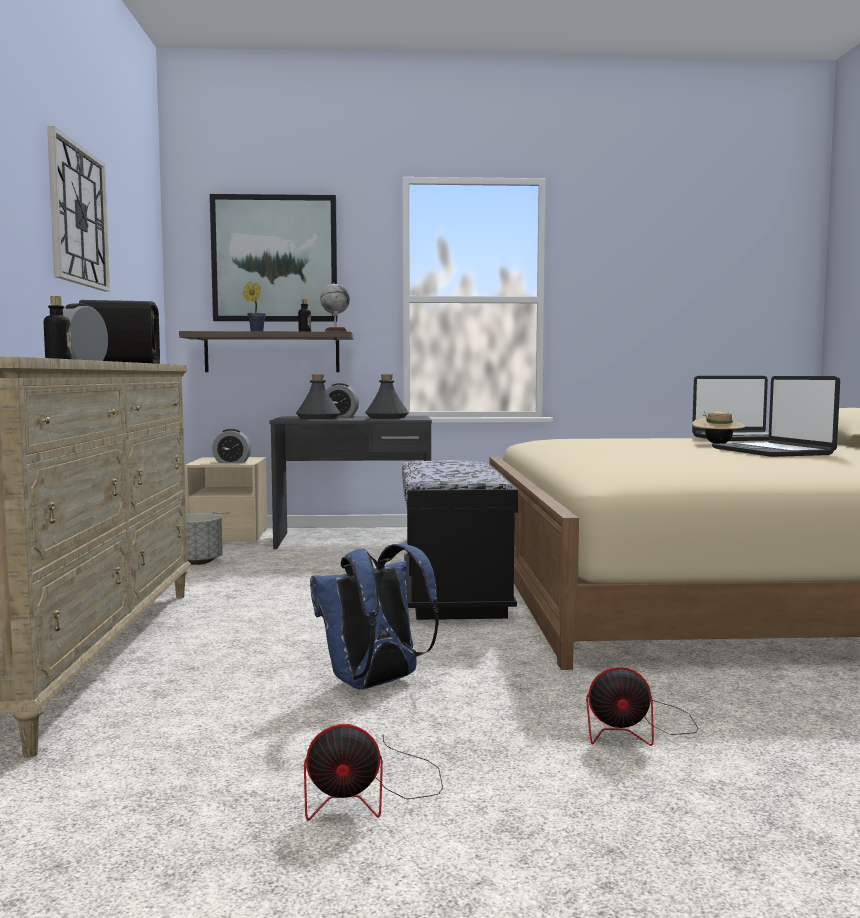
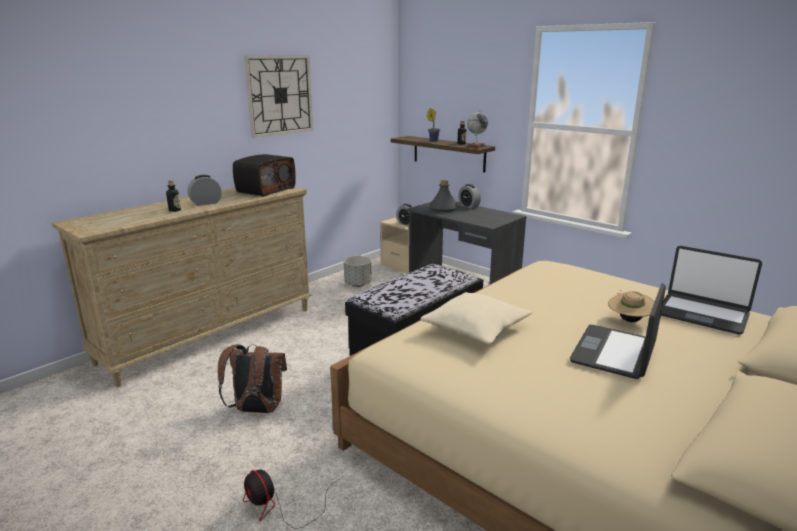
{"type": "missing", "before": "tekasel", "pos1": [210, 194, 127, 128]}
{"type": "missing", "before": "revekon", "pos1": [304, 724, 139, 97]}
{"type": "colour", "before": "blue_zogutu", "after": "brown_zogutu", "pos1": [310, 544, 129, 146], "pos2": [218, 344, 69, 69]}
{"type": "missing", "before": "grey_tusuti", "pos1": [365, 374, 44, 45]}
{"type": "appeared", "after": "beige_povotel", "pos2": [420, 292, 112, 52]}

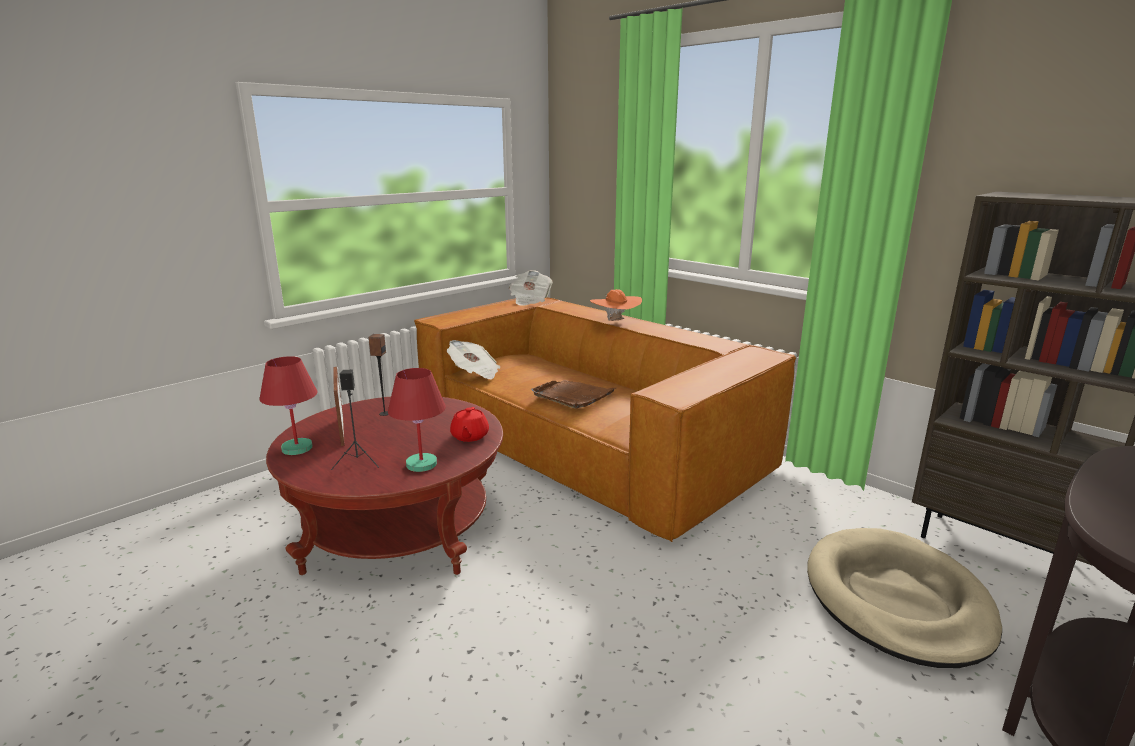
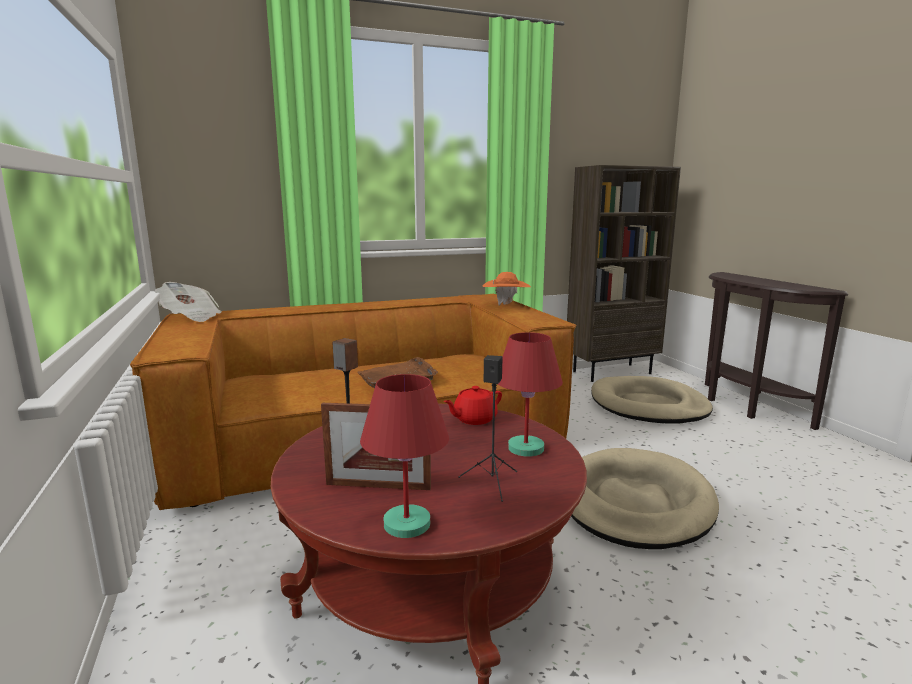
{"type": "missing", "before": "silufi", "pos1": [447, 340, 53, 39]}
{"type": "spun", "before": "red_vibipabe", "pos1": [450, 407, 39, 35], "pos2": [444, 386, 58, 39], "turn": 120}
{"type": "relocated", "before": "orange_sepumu", "pos1": [590, 289, 52, 32], "pos2": [482, 272, 49, 34]}
{"type": "appeared", "after": "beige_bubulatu", "pos2": [571, 448, 148, 101]}

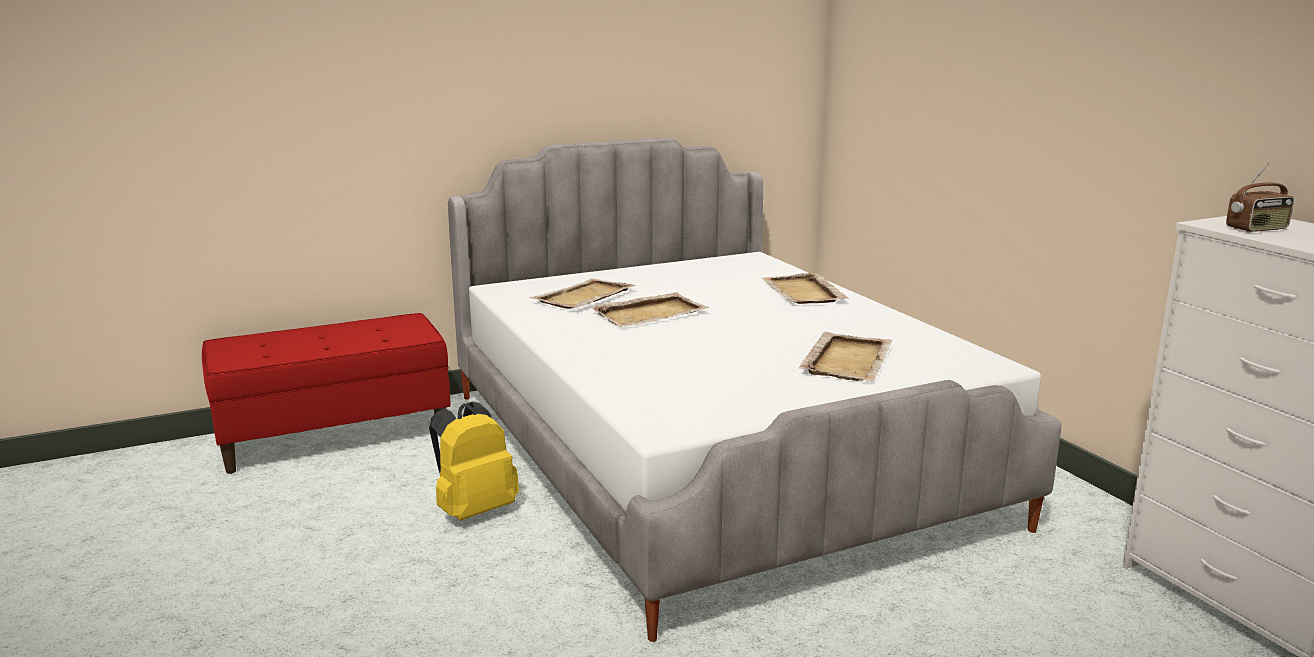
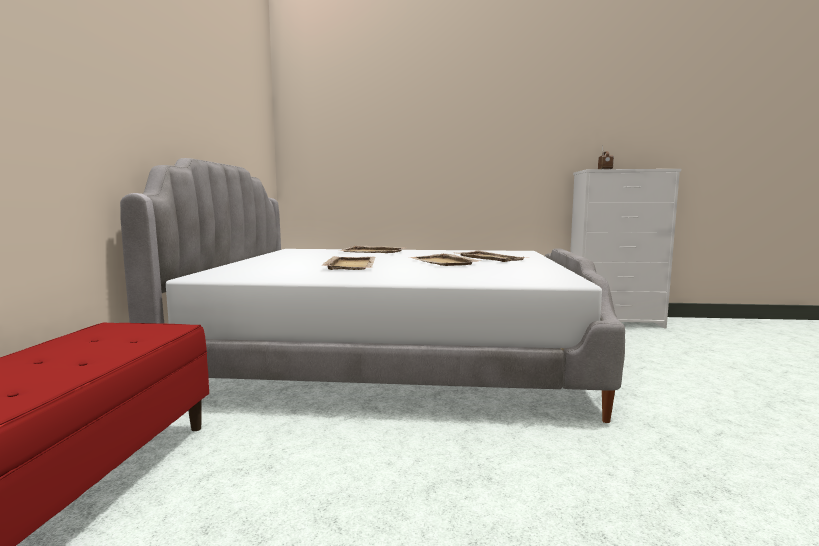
{"type": "missing", "before": "yellow_zogutu", "pos1": [429, 401, 90, 119]}
{"type": "relocated", "before": "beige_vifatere", "pos1": [530, 278, 106, 31], "pos2": [410, 254, 70, 12]}

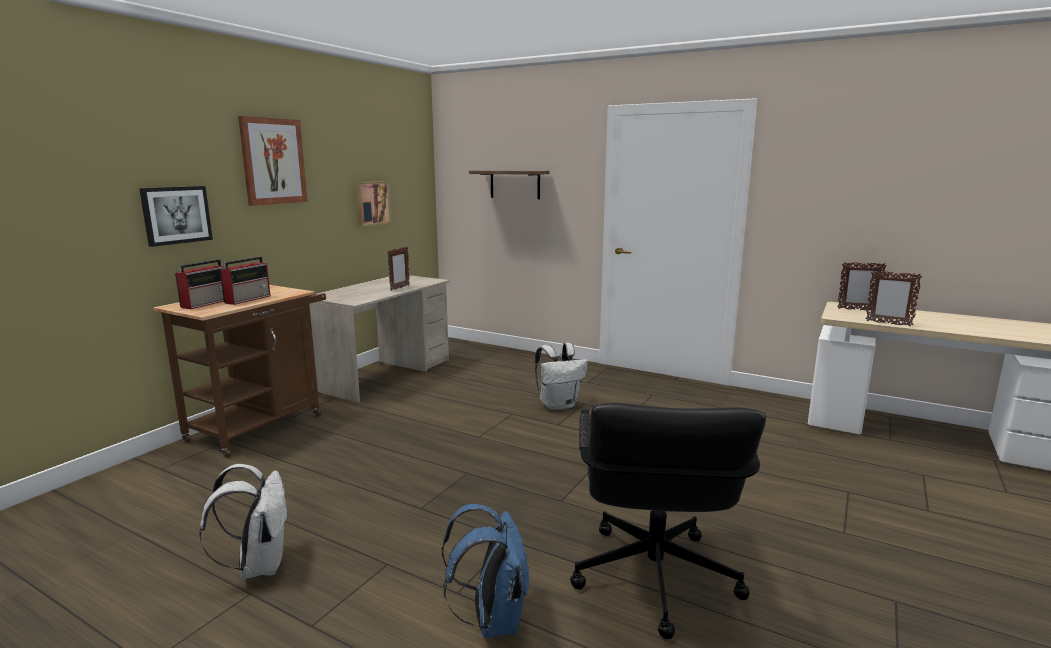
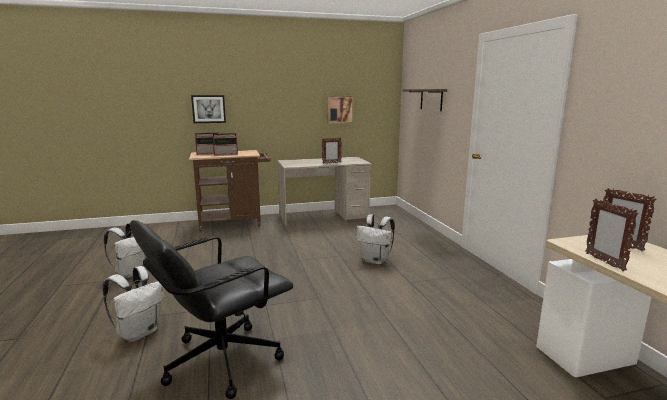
{"type": "missing", "before": "tekasel", "pos1": [238, 116, 70, 90]}
{"type": "colour", "before": "blue_zogutu", "after": "white_zogutu", "pos1": [442, 504, 87, 134], "pos2": [102, 266, 63, 76]}

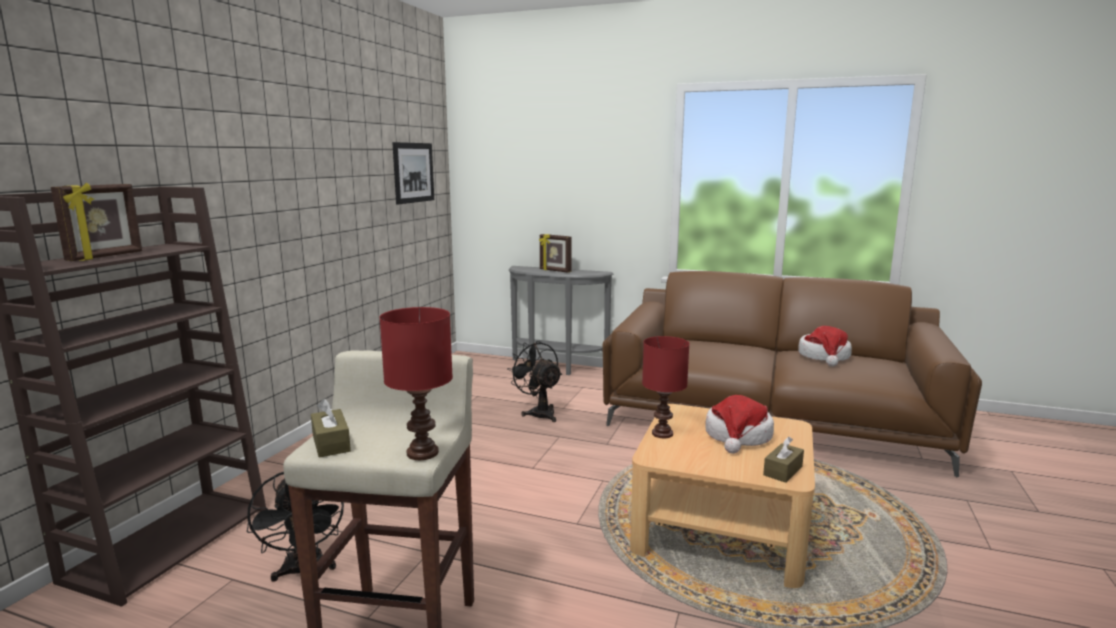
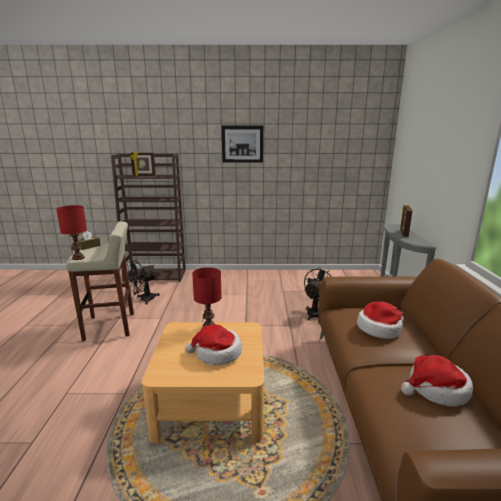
{"type": "relocated", "before": "tekasel", "pos1": [392, 142, 42, 62], "pos2": [222, 125, 41, 38]}
{"type": "missing", "before": "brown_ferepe", "pos1": [763, 437, 41, 46]}
{"type": "appeared", "after": "sepumu", "pos2": [357, 301, 47, 38]}

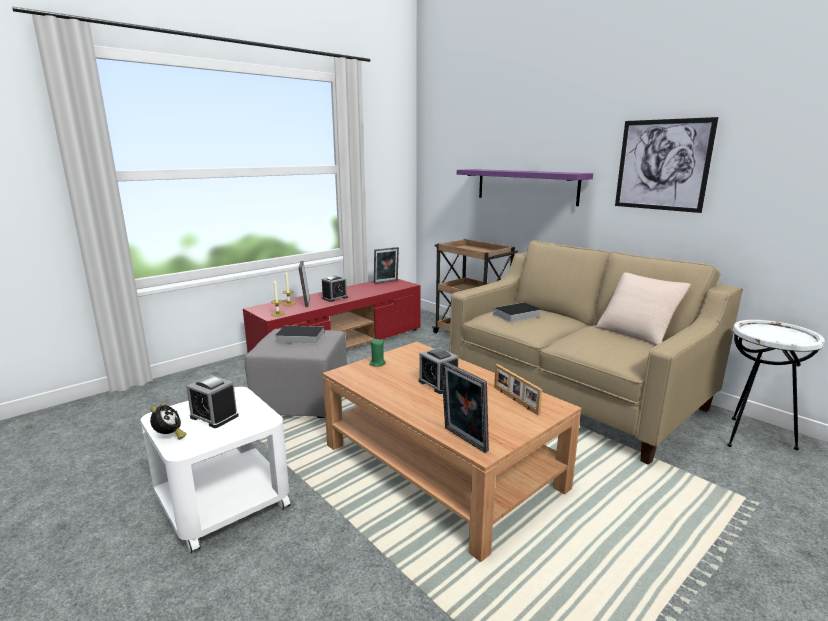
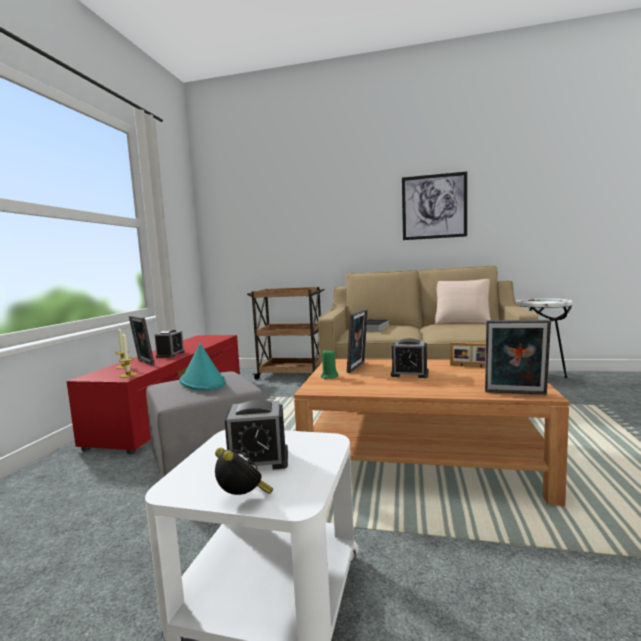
{"type": "exchanged", "before": "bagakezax", "after": "turquoise_sepumu", "pos1": [275, 326, 50, 18], "pos2": [179, 343, 47, 48]}
{"type": "relocated", "before": "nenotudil", "pos1": [374, 247, 25, 37], "pos2": [347, 309, 21, 64]}
{"type": "missing", "before": "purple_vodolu", "pos1": [457, 169, 136, 37]}

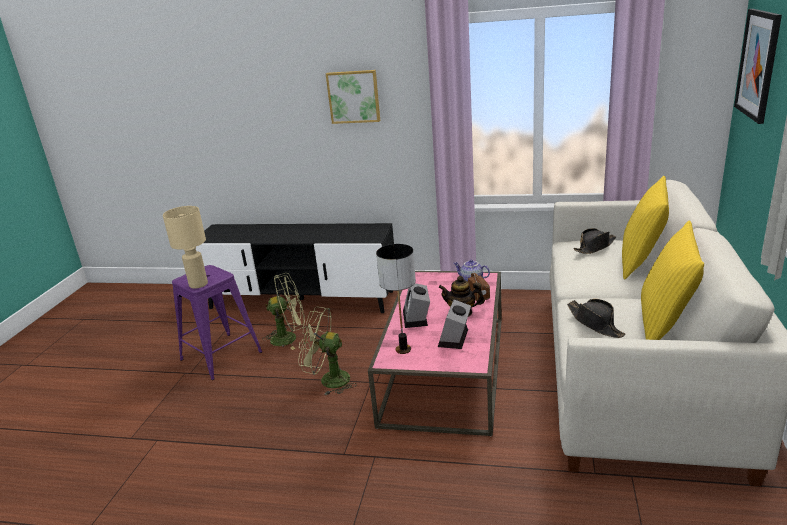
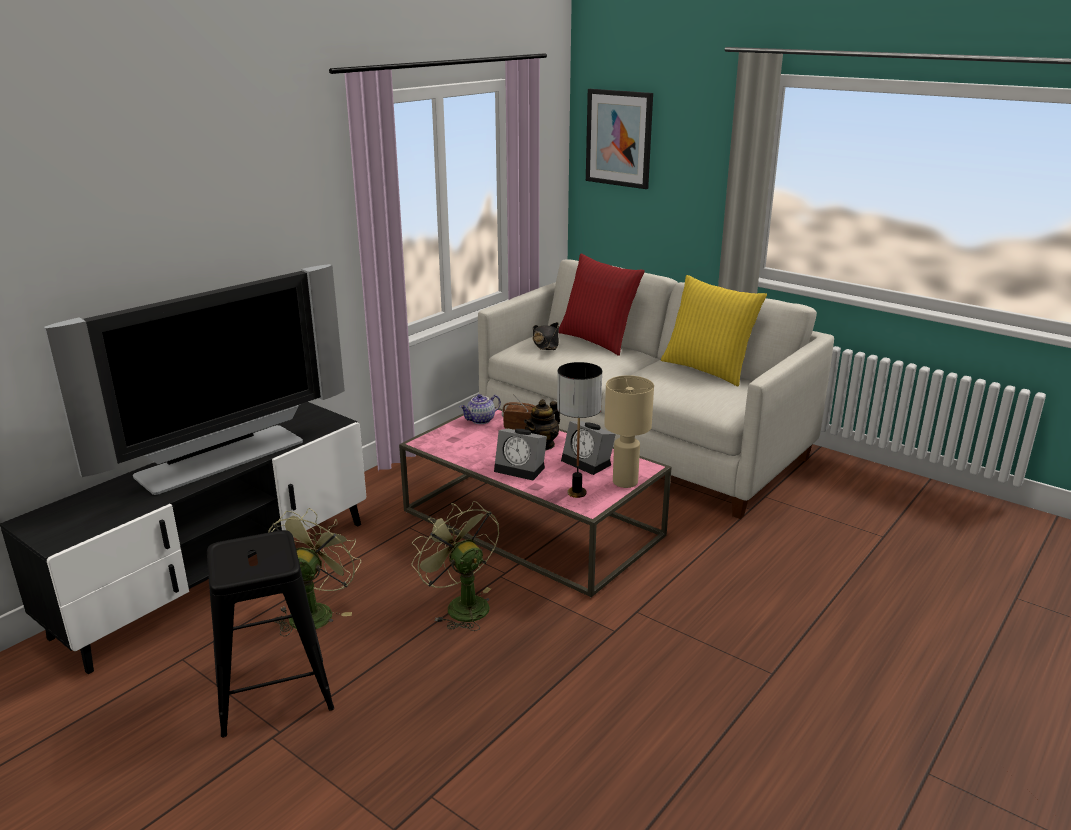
{"type": "relocated", "before": "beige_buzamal", "pos1": [163, 206, 45, 83], "pos2": [604, 375, 50, 113]}
{"type": "colour", "before": "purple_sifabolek", "after": "black_sifabolek", "pos1": [172, 265, 90, 115], "pos2": [207, 530, 127, 208]}
{"type": "spun", "before": "green_revekon", "pos1": [298, 307, 59, 89], "pos2": [411, 501, 88, 130], "turn": 105}
{"type": "missing", "before": "tekasel", "pos1": [326, 70, 54, 54]}
{"type": "missing", "before": "black_sepumu", "pos1": [567, 299, 58, 39]}
{"type": "colour", "before": "yellow_povotel", "after": "red_povotel", "pos1": [622, 176, 47, 103], "pos2": [559, 253, 86, 103]}
{"type": "appeared", "after": "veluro", "pos2": [44, 264, 301, 231]}

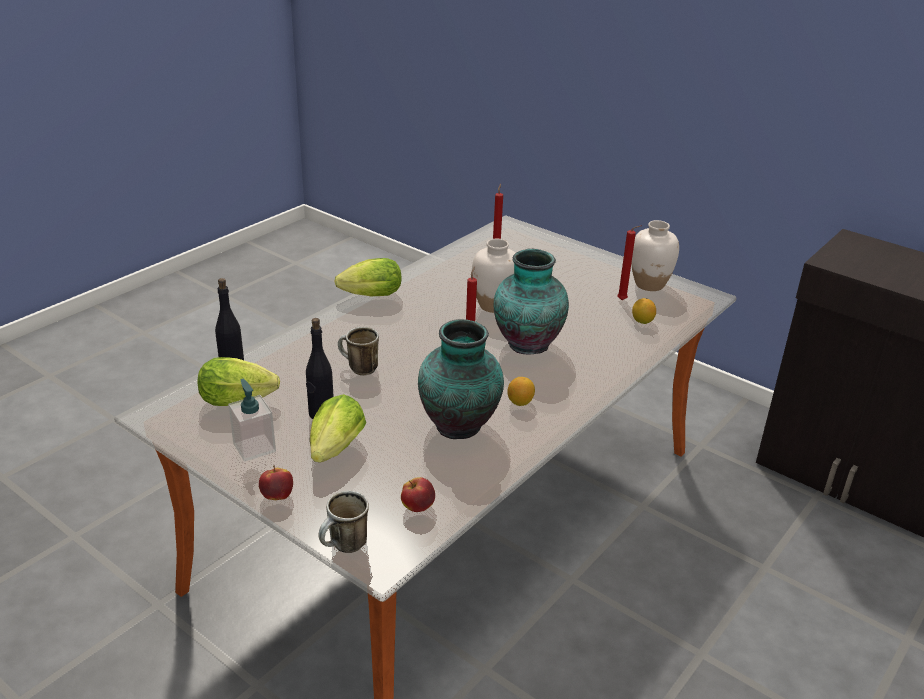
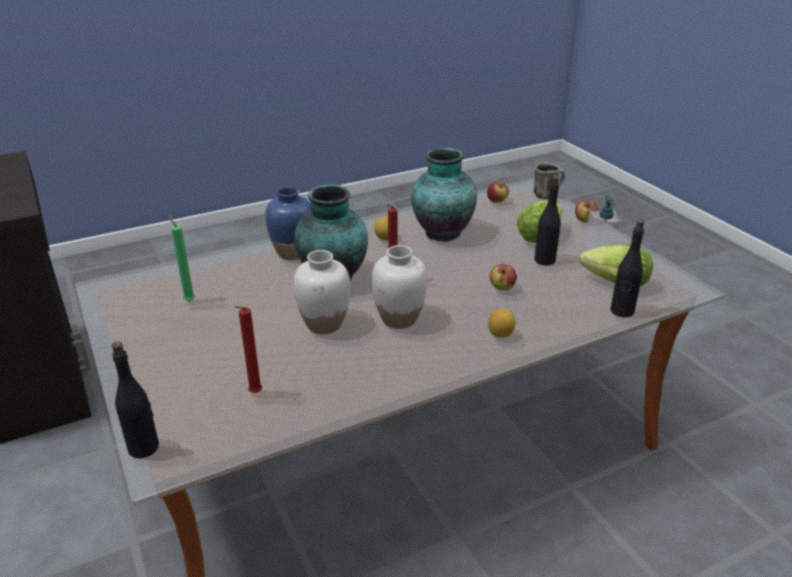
{"type": "missing", "before": "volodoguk", "pos1": [334, 258, 67, 38]}
{"type": "exchanged", "before": "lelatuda", "after": "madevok", "pos1": [338, 327, 41, 49], "pos2": [490, 264, 27, 26]}
{"type": "colour", "before": "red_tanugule", "after": "green_tanugule", "pos1": [617, 225, 24, 75], "pos2": [169, 215, 26, 86]}
{"type": "relocated", "before": "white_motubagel", "pos1": [631, 220, 48, 71], "pos2": [371, 245, 57, 84]}
{"type": "relocated", "before": "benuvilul", "pos1": [632, 298, 24, 26], "pos2": [488, 309, 28, 29]}
{"type": "appeared", "after": "black_tusuti", "pos2": [112, 341, 47, 117]}
{"type": "appeared", "after": "blue_motubagel", "pos2": [265, 187, 46, 73]}

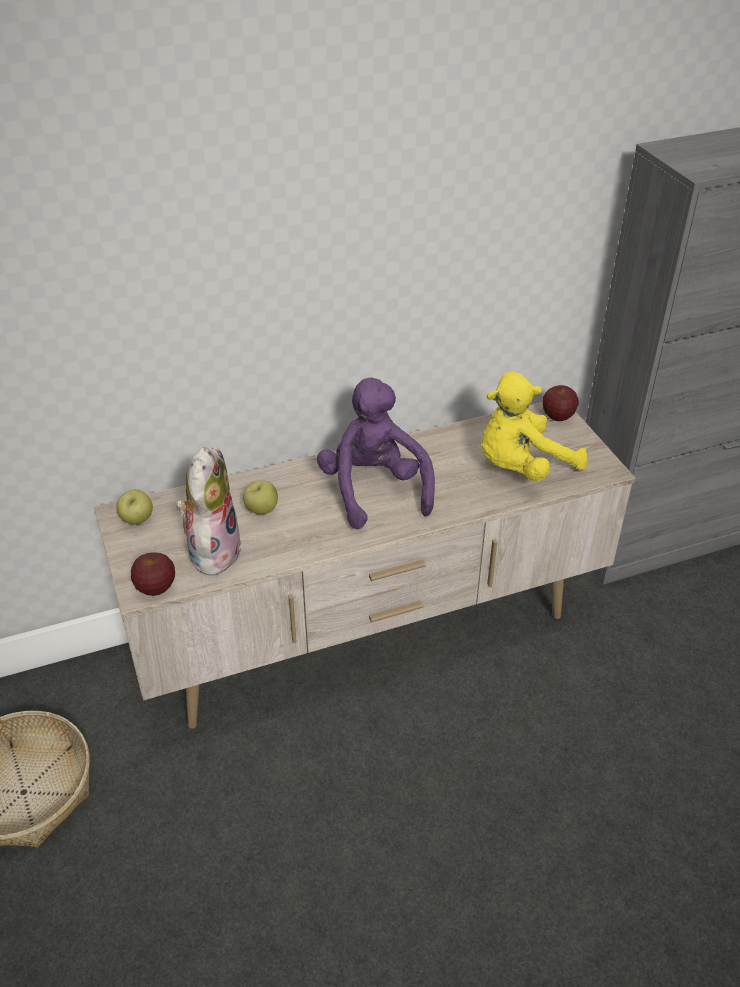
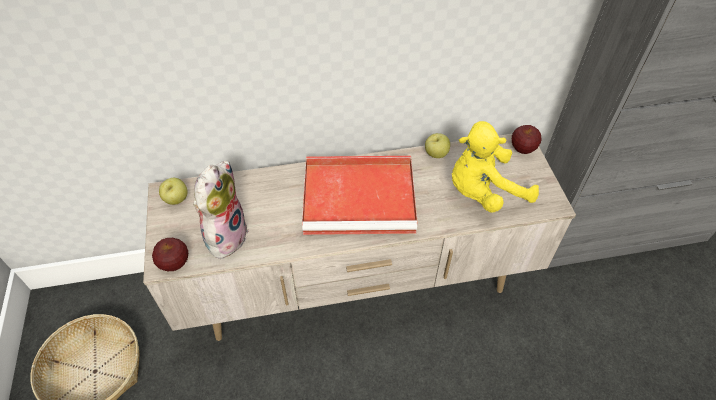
{"type": "relocated", "before": "madevok", "pos1": [243, 480, 35, 34], "pos2": [425, 133, 25, 25]}
{"type": "exchanged", "before": "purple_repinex", "after": "red_vifatere", "pos1": [317, 378, 118, 151], "pos2": [302, 156, 116, 79]}

